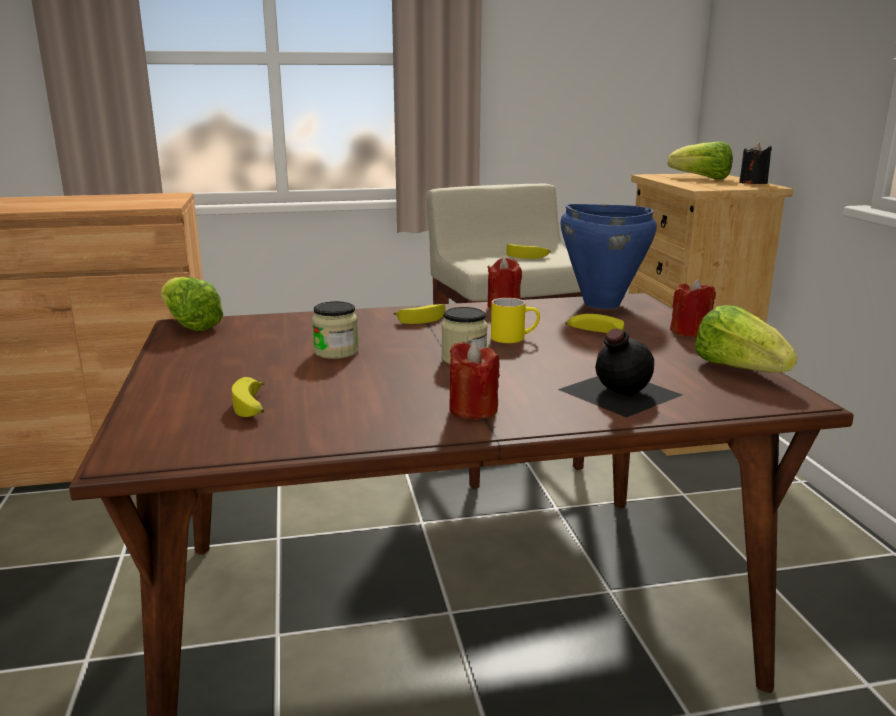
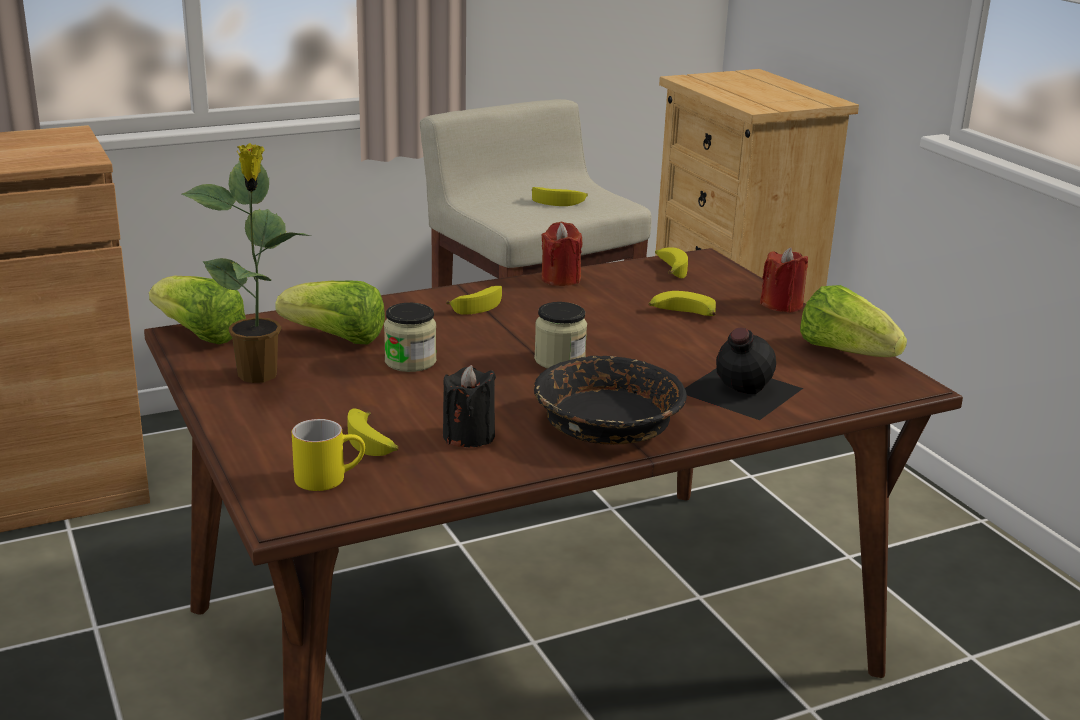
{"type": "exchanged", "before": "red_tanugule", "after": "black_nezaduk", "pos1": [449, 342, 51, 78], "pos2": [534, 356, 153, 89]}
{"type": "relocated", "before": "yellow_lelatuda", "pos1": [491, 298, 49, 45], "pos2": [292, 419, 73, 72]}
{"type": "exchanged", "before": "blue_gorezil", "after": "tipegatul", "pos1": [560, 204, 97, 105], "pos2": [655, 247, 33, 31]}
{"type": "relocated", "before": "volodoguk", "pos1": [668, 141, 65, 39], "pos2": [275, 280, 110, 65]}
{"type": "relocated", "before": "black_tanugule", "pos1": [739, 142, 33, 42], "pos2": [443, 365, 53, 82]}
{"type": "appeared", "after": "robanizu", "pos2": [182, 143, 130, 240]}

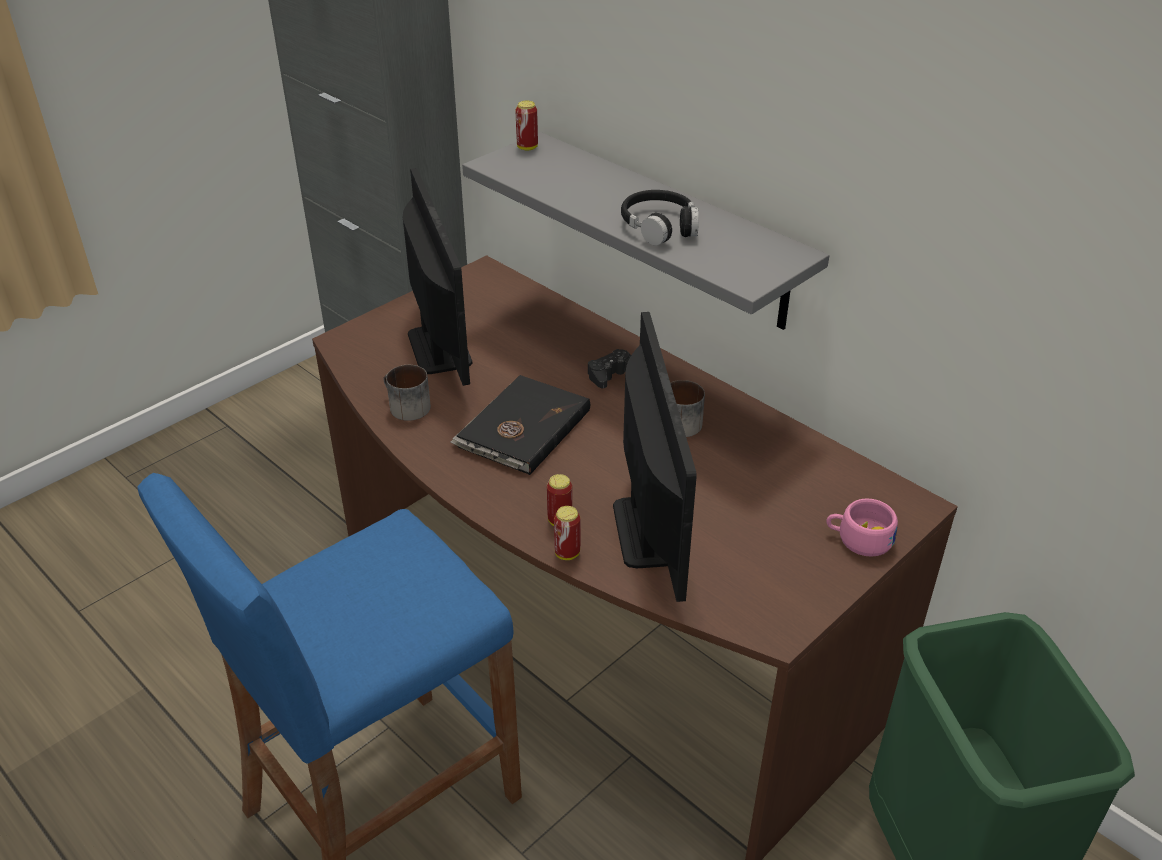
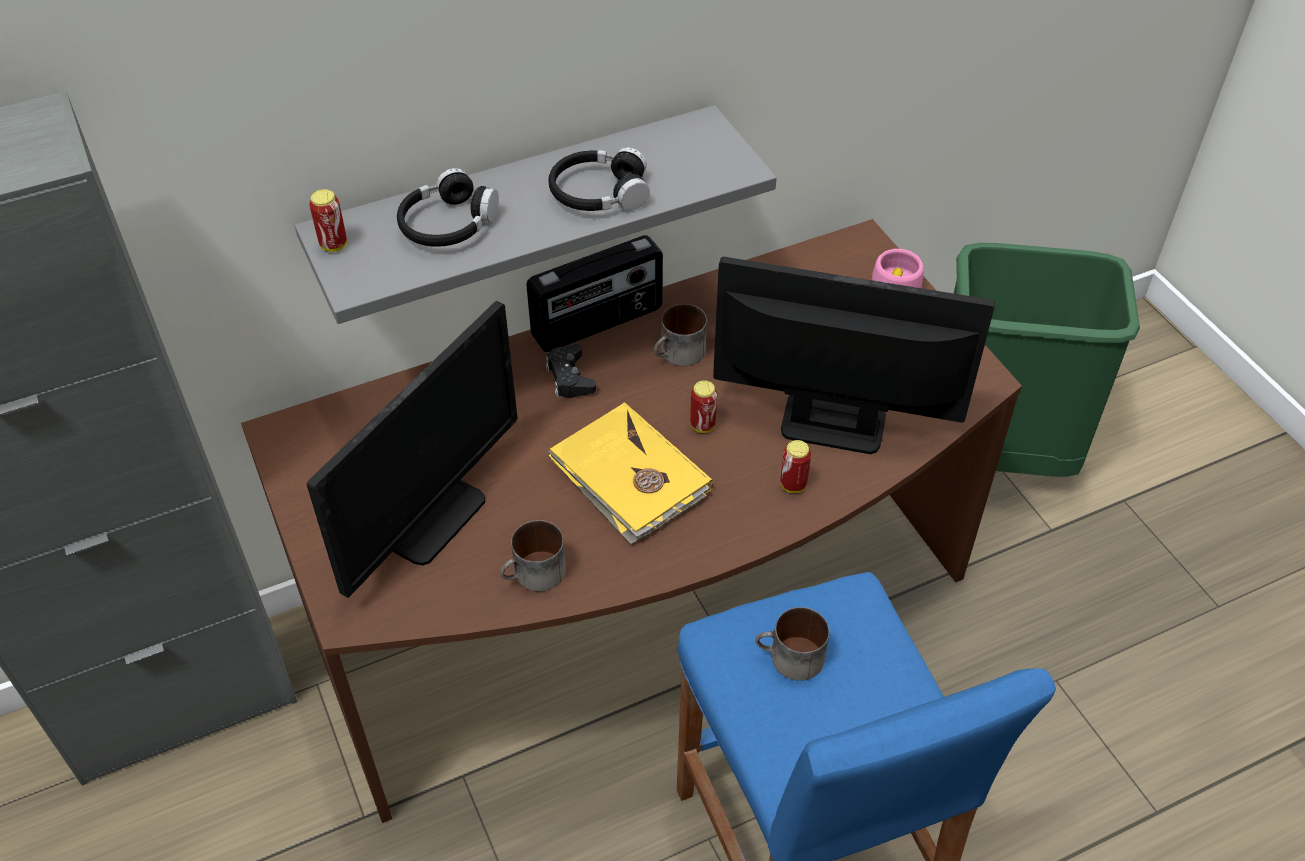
{"type": "spun", "before": "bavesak", "pos1": [403, 168, 69, 218], "pos2": [307, 301, 211, 297], "turn": 120}
{"type": "colour", "before": "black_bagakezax", "after": "yellow_bagakezax", "pos1": [451, 375, 139, 100], "pos2": [548, 402, 165, 142]}
{"type": "relocated", "before": "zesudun", "pos1": [554, 506, 26, 54], "pos2": [690, 380, 27, 53]}
{"type": "appeared", "after": "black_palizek", "pos2": [397, 168, 102, 79]}
{"type": "appeared", "after": "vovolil", "pos2": [526, 235, 137, 117]}
{"type": "appeared", "after": "lelatuda", "pos2": [755, 607, 74, 74]}

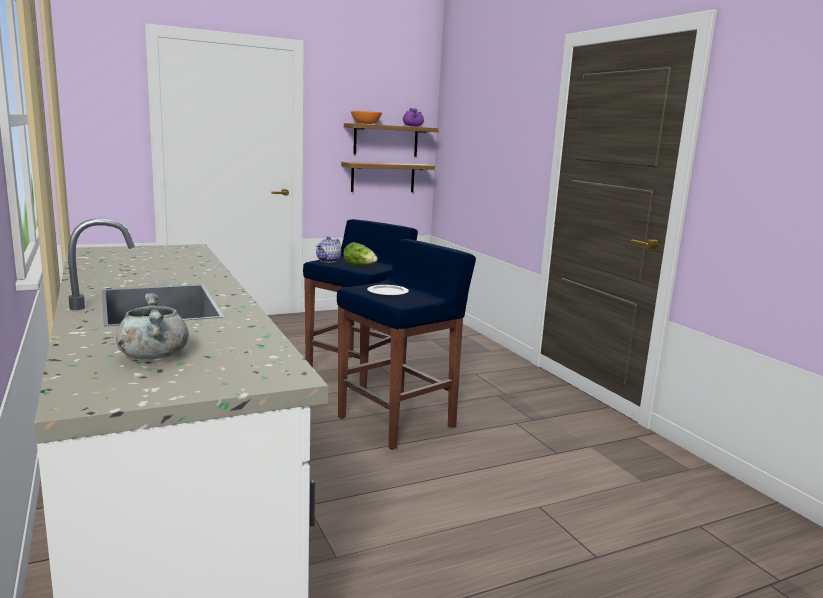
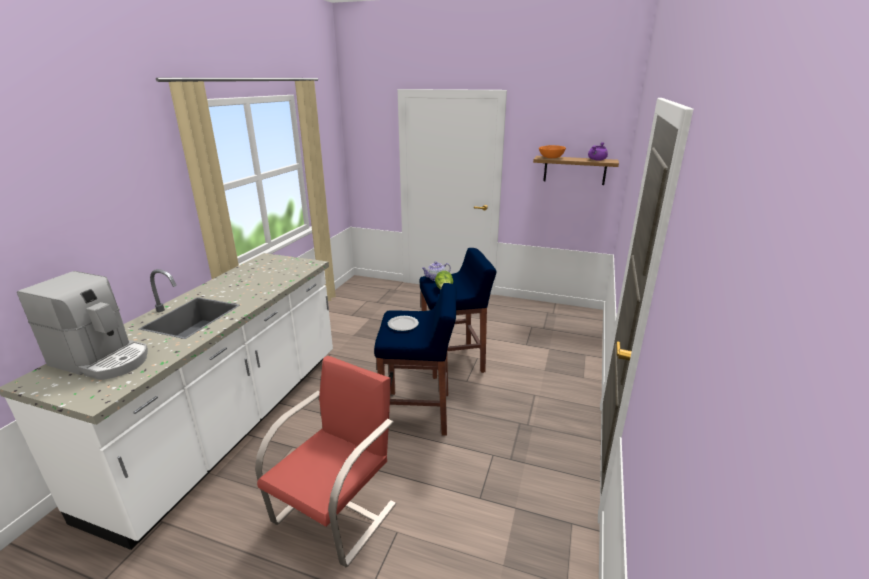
{"type": "exchanged", "before": "grey_gorezil", "after": "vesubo", "pos1": [116, 293, 73, 66], "pos2": [17, 271, 131, 109]}
{"type": "missing", "before": "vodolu", "pos1": [341, 162, 94, 30]}
{"type": "appeared", "after": "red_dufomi", "pos2": [255, 356, 141, 211]}

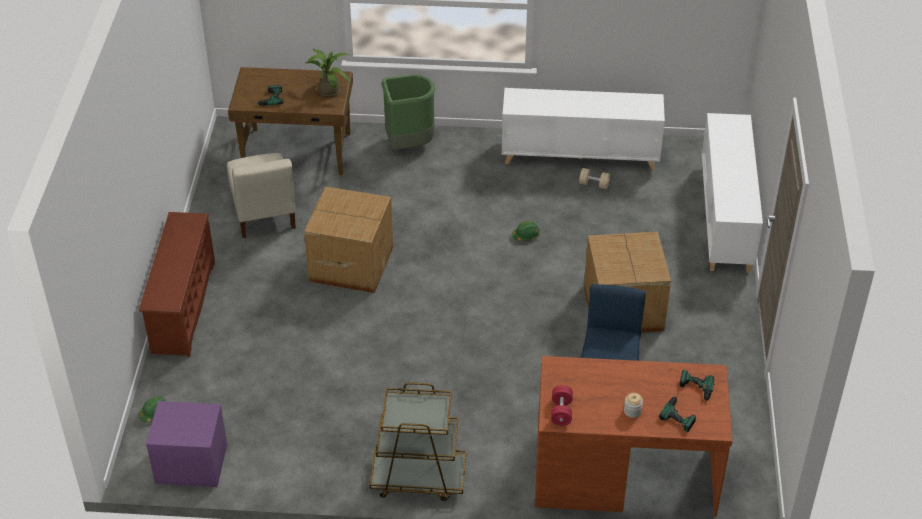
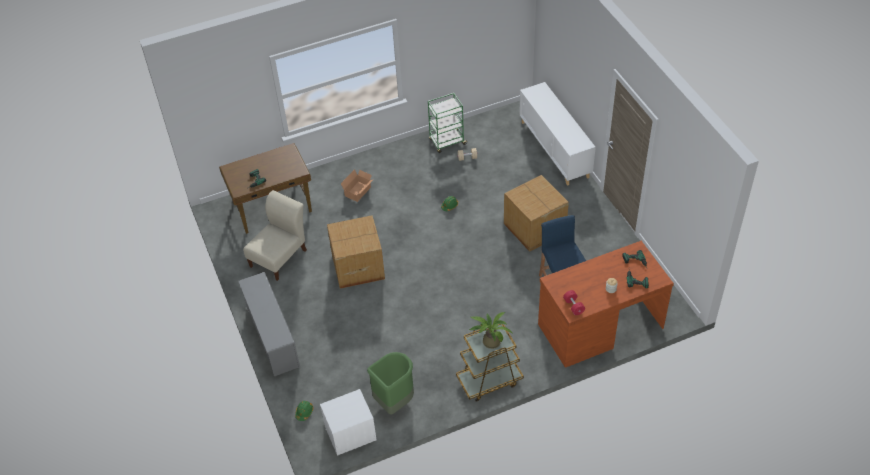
{"type": "colour", "before": "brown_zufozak", "after": "grey_zufozak", "pos1": [139, 212, 76, 146], "pos2": [238, 272, 62, 104]}
{"type": "colour", "before": "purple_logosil", "after": "white_logosil", "pos1": [146, 401, 81, 86], "pos2": [320, 389, 57, 67]}
{"type": "spun", "before": "beige_dufomi", "pos1": [227, 153, 69, 85], "pos2": [243, 190, 64, 91], "turn": -105}
{"type": "relocated", "before": "robanizu", "pos1": [306, 49, 44, 48], "pos2": [469, 312, 43, 37]}
{"type": "relocated", "before": "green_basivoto", "pos1": [381, 74, 55, 76], "pos2": [367, 352, 47, 63]}
{"type": "exchanged", "before": "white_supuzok", "after": "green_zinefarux", "pos1": [502, 88, 163, 82], "pos2": [428, 93, 39, 60]}
{"type": "appeared", "after": "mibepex", "pos2": [341, 169, 33, 33]}

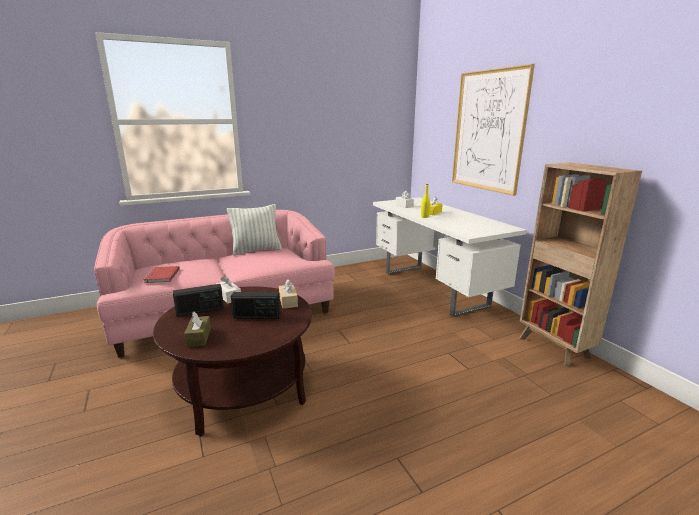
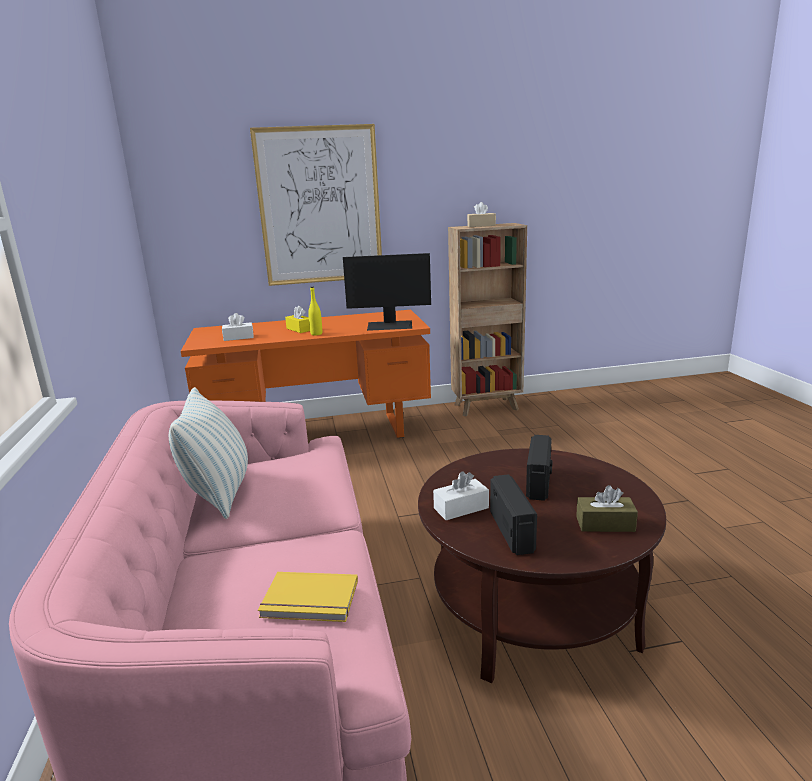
{"type": "colour", "before": "red_bagakezax", "after": "yellow_bagakezax", "pos1": [144, 266, 36, 17], "pos2": [258, 572, 100, 50]}
{"type": "relocated", "before": "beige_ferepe", "pos1": [279, 279, 19, 30], "pos2": [467, 202, 29, 25]}
{"type": "colour", "before": "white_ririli", "after": "orange_ririli", "pos1": [373, 197, 154, 120], "pos2": [181, 310, 250, 128]}
{"type": "appeared", "after": "bavesak", "pos2": [343, 253, 88, 78]}

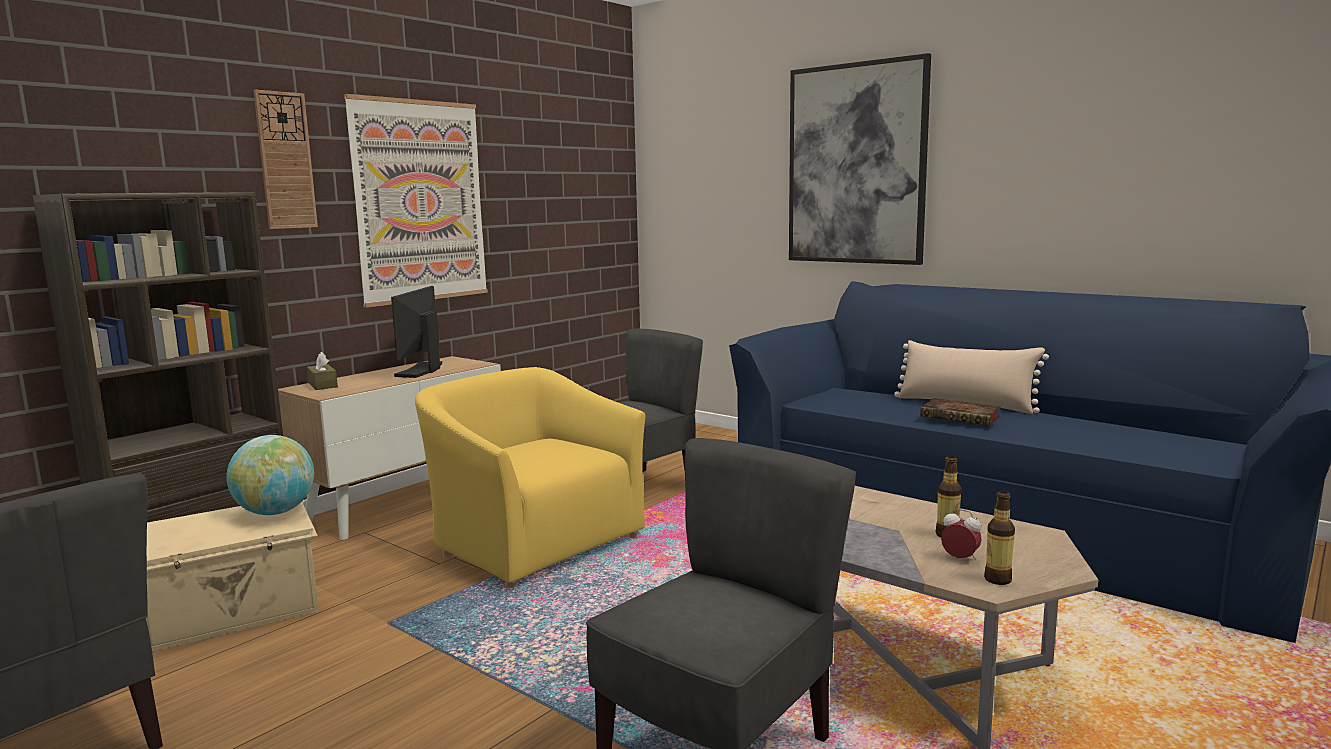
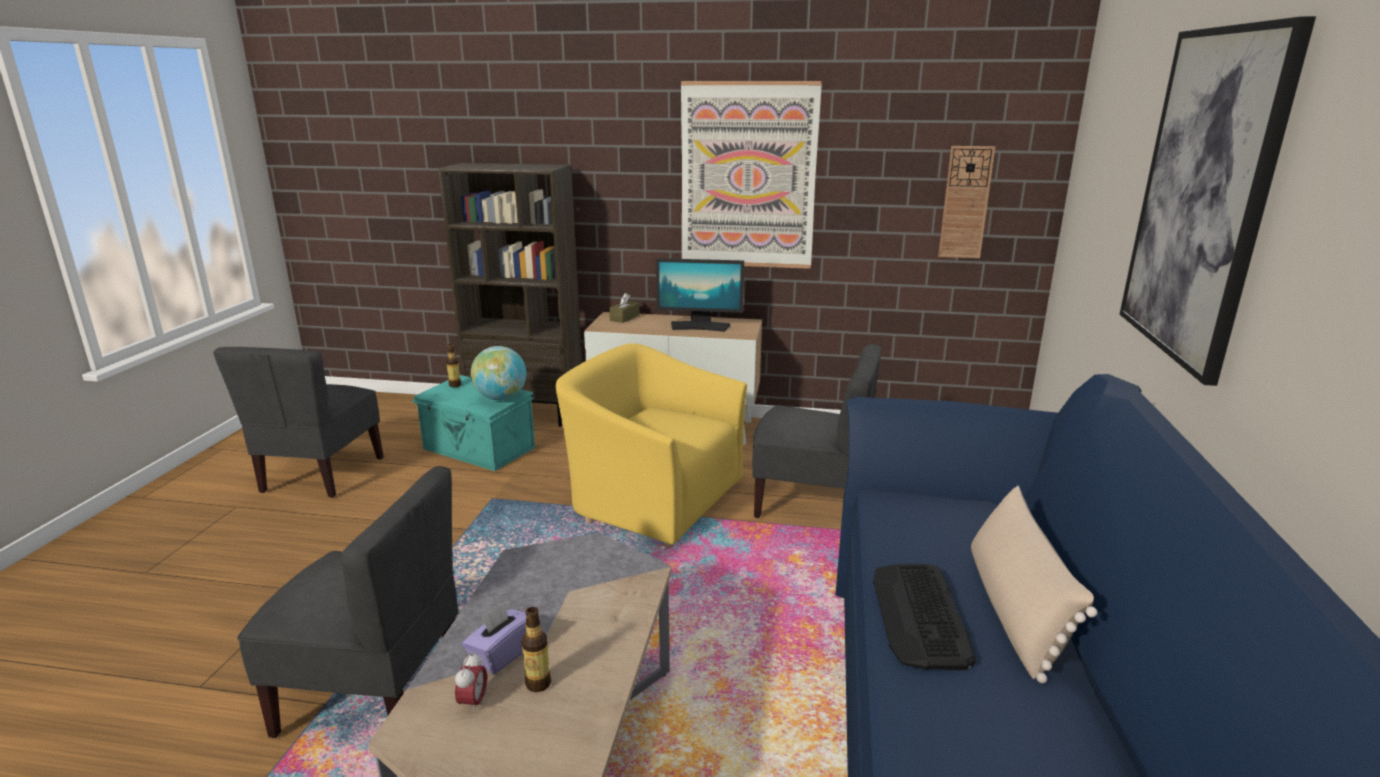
{"type": "colour", "before": "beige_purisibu", "after": "turquoise_purisibu", "pos1": [146, 502, 173, 150], "pos2": [411, 375, 124, 96]}
{"type": "relocated", "before": "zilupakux", "pos1": [253, 90, 65, 139], "pos2": [938, 146, 57, 112]}
{"type": "spun", "before": "bavesak", "pos1": [391, 286, 51, 92], "pos2": [656, 258, 88, 74], "turn": -150}
{"type": "spun", "before": "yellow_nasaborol", "pos1": [415, 367, 230, 221], "pos2": [556, 343, 191, 205], "turn": -75}
{"type": "exchanged", "before": "bagakezax", "after": "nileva", "pos1": [920, 398, 81, 28], "pos2": [873, 564, 103, 106]}
{"type": "relocated", "before": "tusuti", "pos1": [984, 491, 31, 94], "pos2": [446, 344, 15, 43]}
{"type": "appeared", "after": "purple_ferepe", "pos2": [462, 602, 64, 72]}

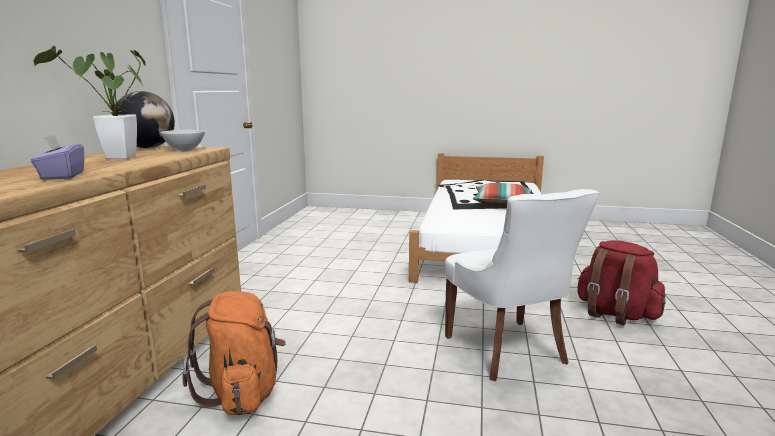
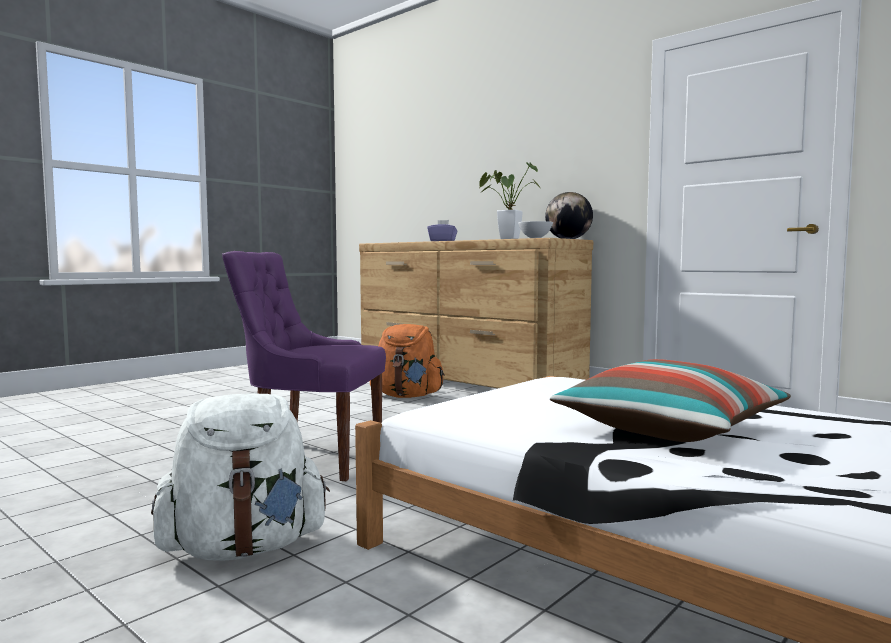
{"type": "colour", "before": "white_dufomi", "after": "purple_dufomi", "pos1": [445, 189, 155, 192], "pos2": [222, 251, 164, 230]}
{"type": "colour", "before": "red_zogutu", "after": "white_zogutu", "pos1": [577, 240, 89, 85], "pos2": [151, 394, 179, 167]}

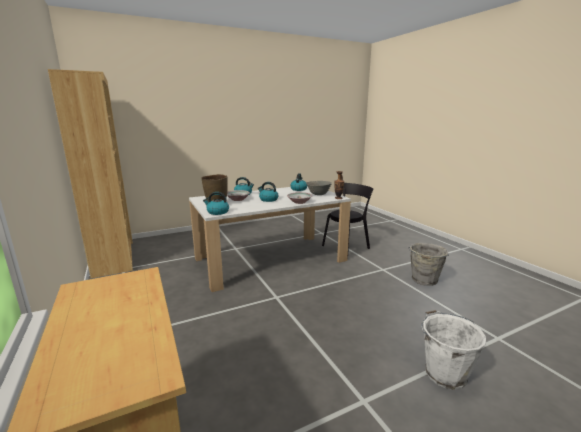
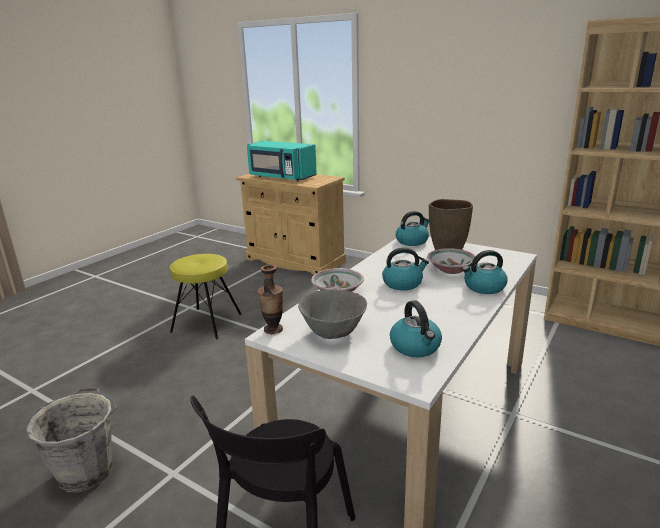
{"type": "missing", "before": "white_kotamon", "pos1": [421, 310, 65, 80]}
{"type": "appeared", "after": "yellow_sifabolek", "pos2": [170, 254, 72, 85]}
{"type": "appeared", "after": "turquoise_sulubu", "pos2": [247, 141, 70, 41]}

